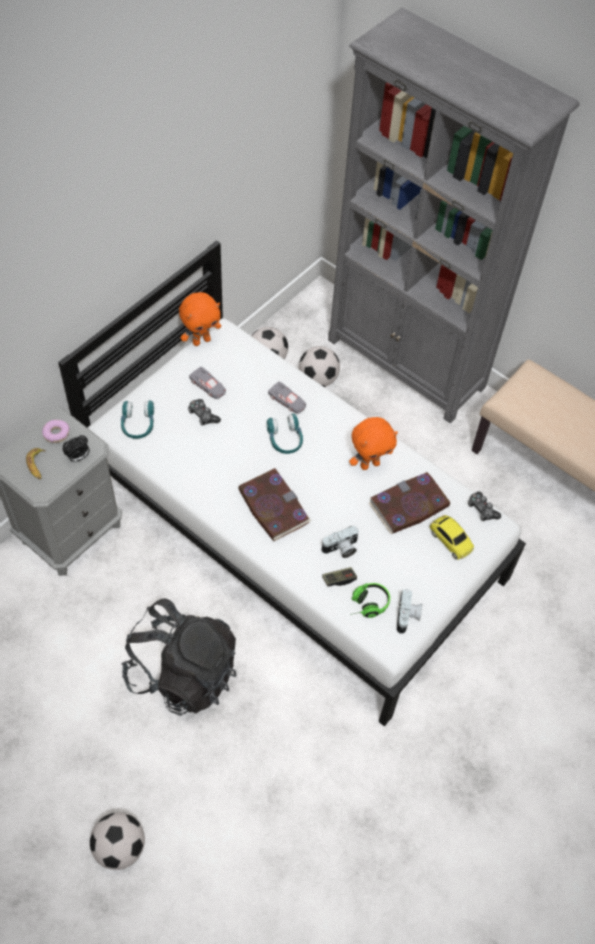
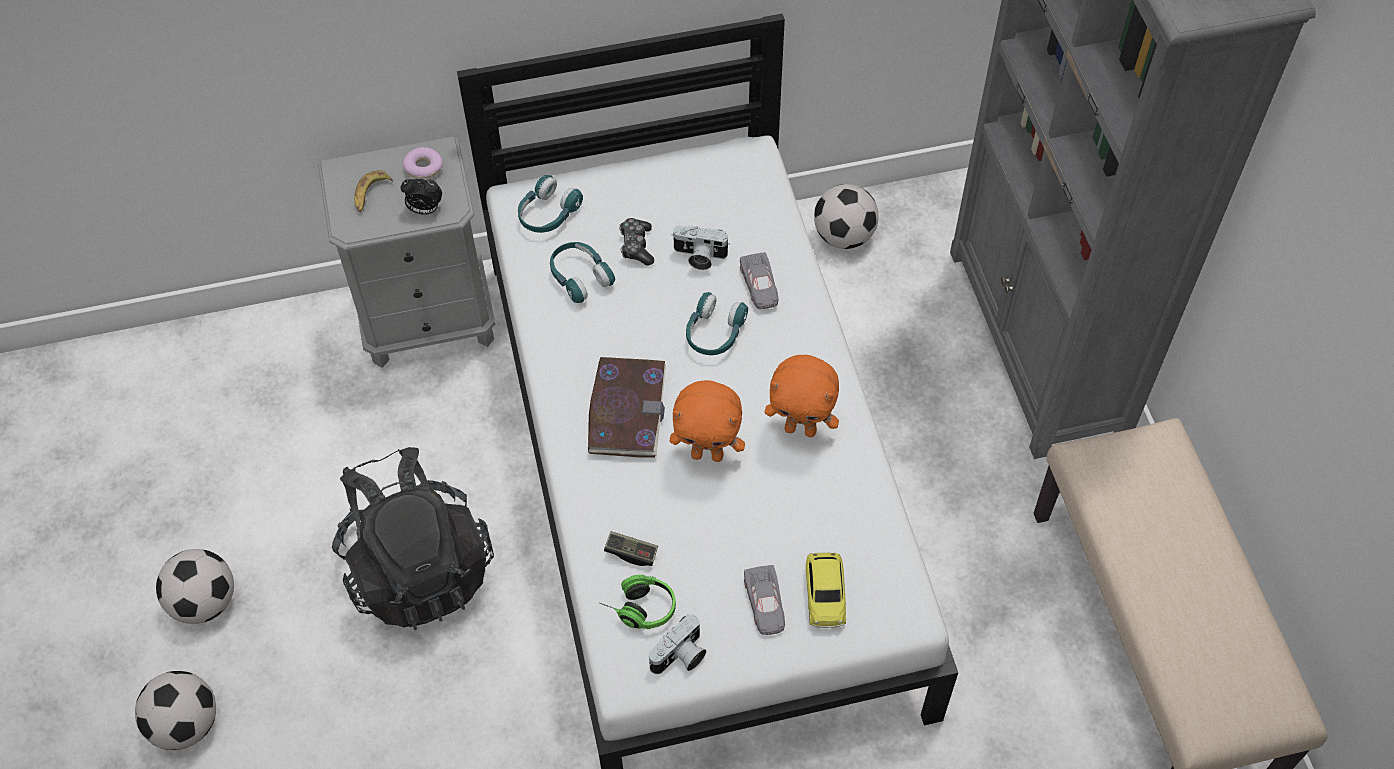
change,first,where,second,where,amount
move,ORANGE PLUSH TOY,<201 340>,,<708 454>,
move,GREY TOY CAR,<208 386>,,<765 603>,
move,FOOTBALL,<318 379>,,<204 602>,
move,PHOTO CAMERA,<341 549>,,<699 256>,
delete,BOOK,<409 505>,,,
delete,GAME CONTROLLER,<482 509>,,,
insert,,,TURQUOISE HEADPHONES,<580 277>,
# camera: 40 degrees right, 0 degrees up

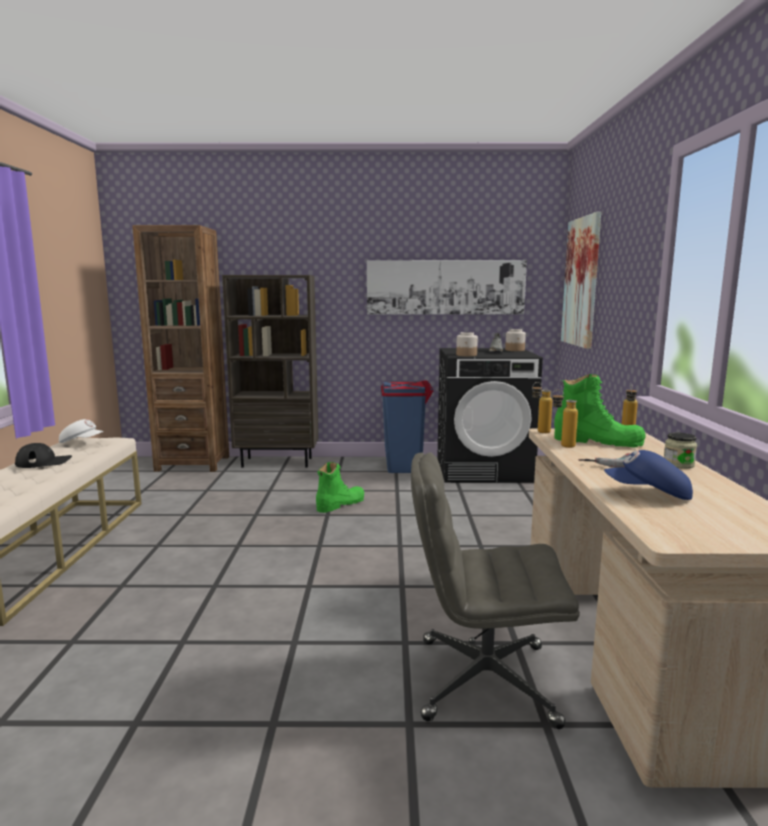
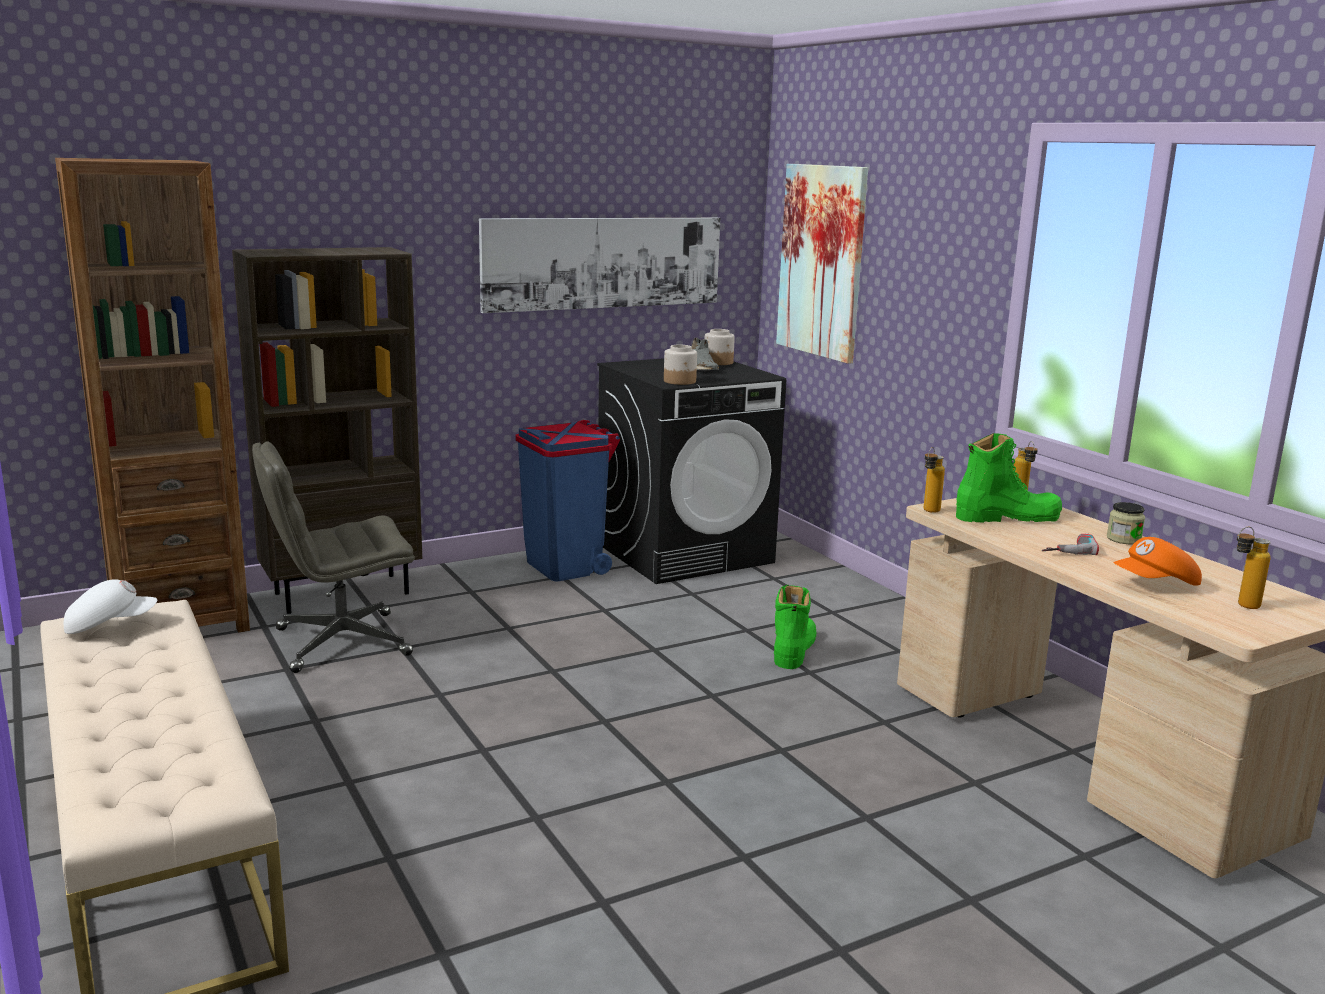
change,first,where,second,where,amount
delete,BLACK CAP,<44 462>,,,
move,GREEN BOOT,<340 504>,,<794 650>,
move,GREY OFFICE CHAIR,<483 681>,,<341 643>,
move,BOTTLE,<562 445>,,<1241 606>,
recolor,BLUE CAP,<648 494>,ORANGE CAP,<1156 585>,
# camera: 30 degrees left, 5 degrees up

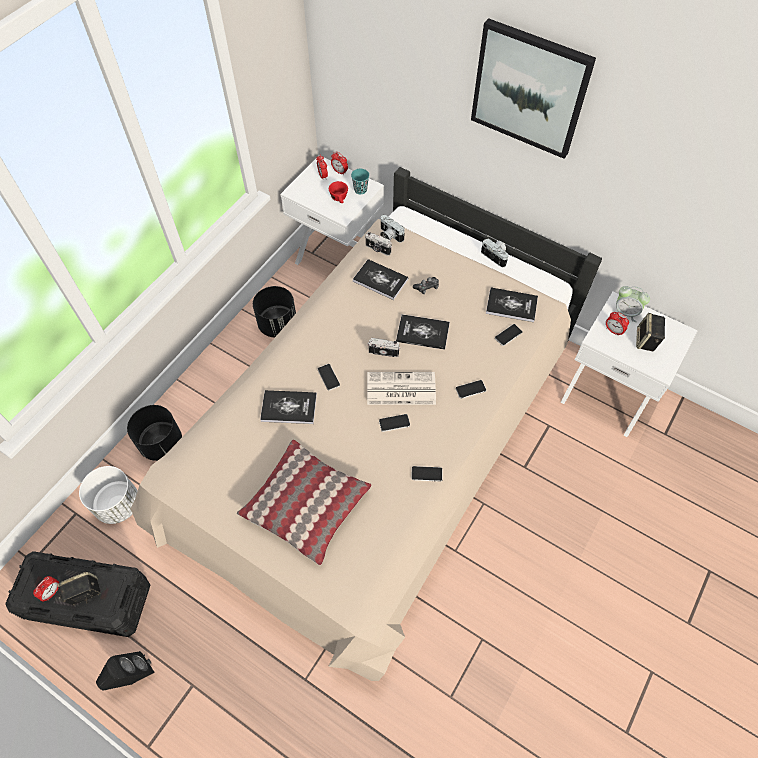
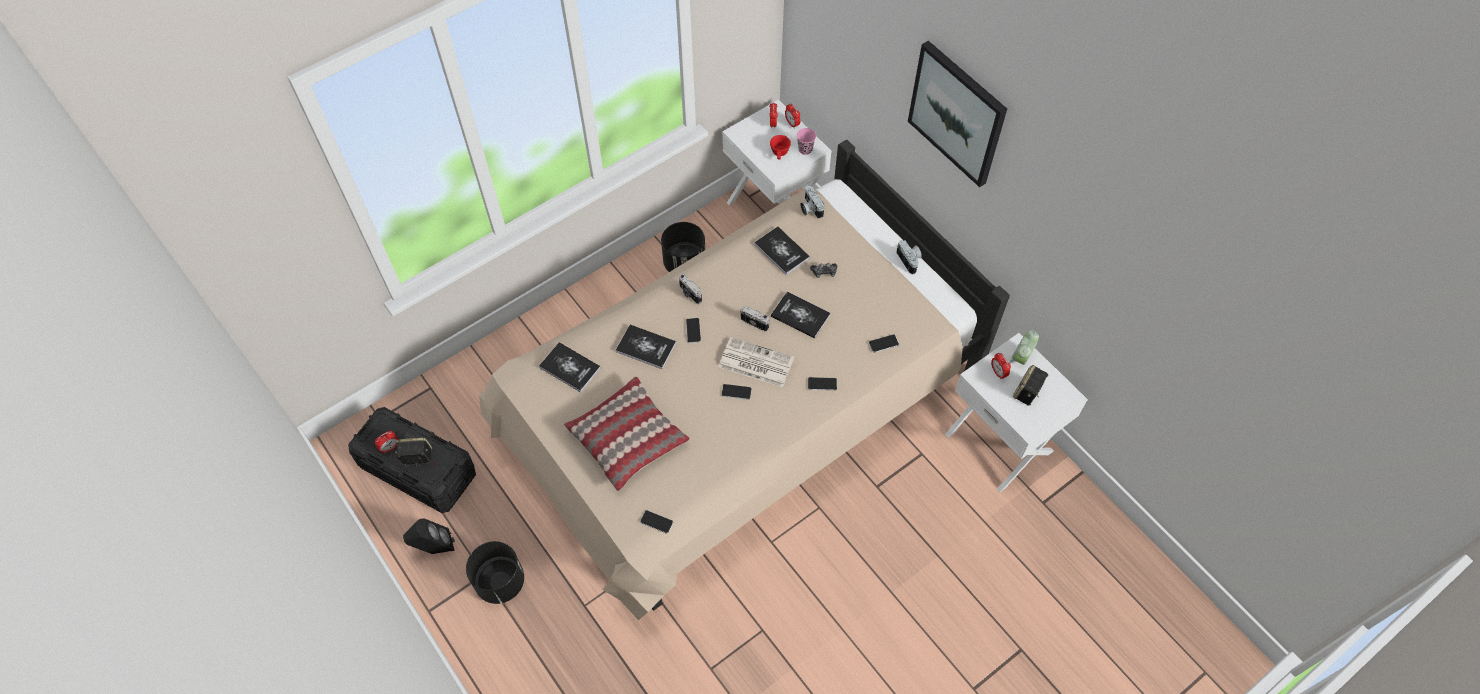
change,first,where,second,where,amount
delete,WHITE PLANTER,<118 504>,,,
move,BLACK PLANTER,<161 443>,,<500 582>,
recolor,TURQUOISE CUP,<360 190>,PINK CUP,<805 149>,
move,PHOTO CAMERA,<377 249>,,<689 294>,
move,PHONE,<426 474>,,<656 522>,
move,BOOK,<511 305>,,<570 367>,
rotate,ALARM CLOCK,<625 312>,,<1020 358>,75 degrees clockwise
# camera: 20 degrees right, 0 degrees up

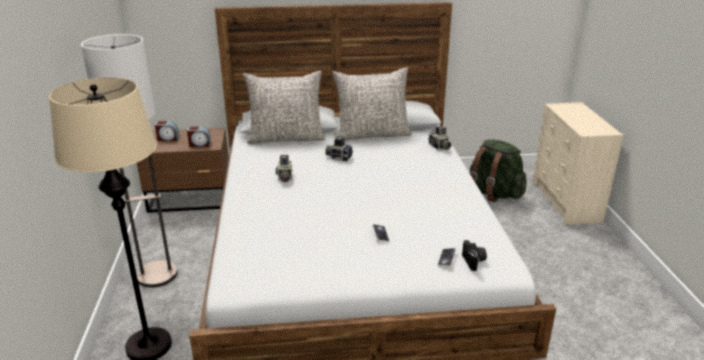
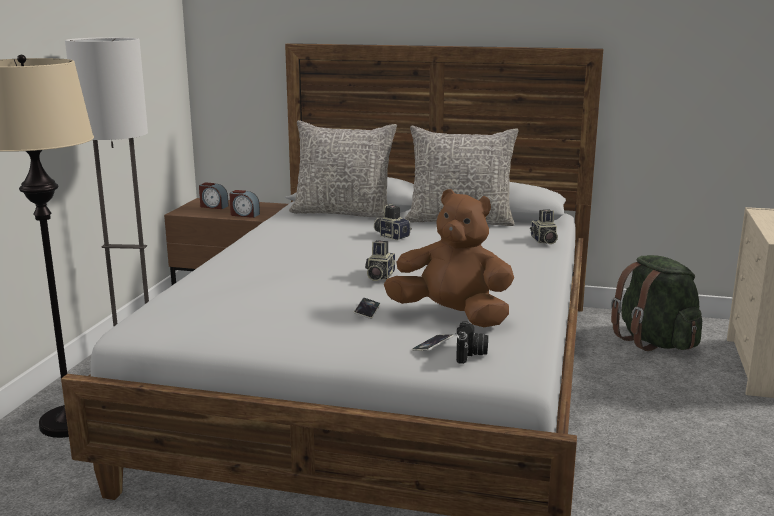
change,first,where,second,where,amount
move,PHOTO CAMERA,<284 177>,,<379 276>,
insert,,,BROWN PLUSH TOY,<452 316>,
# camera: 20 degrees right, 10 degrees down

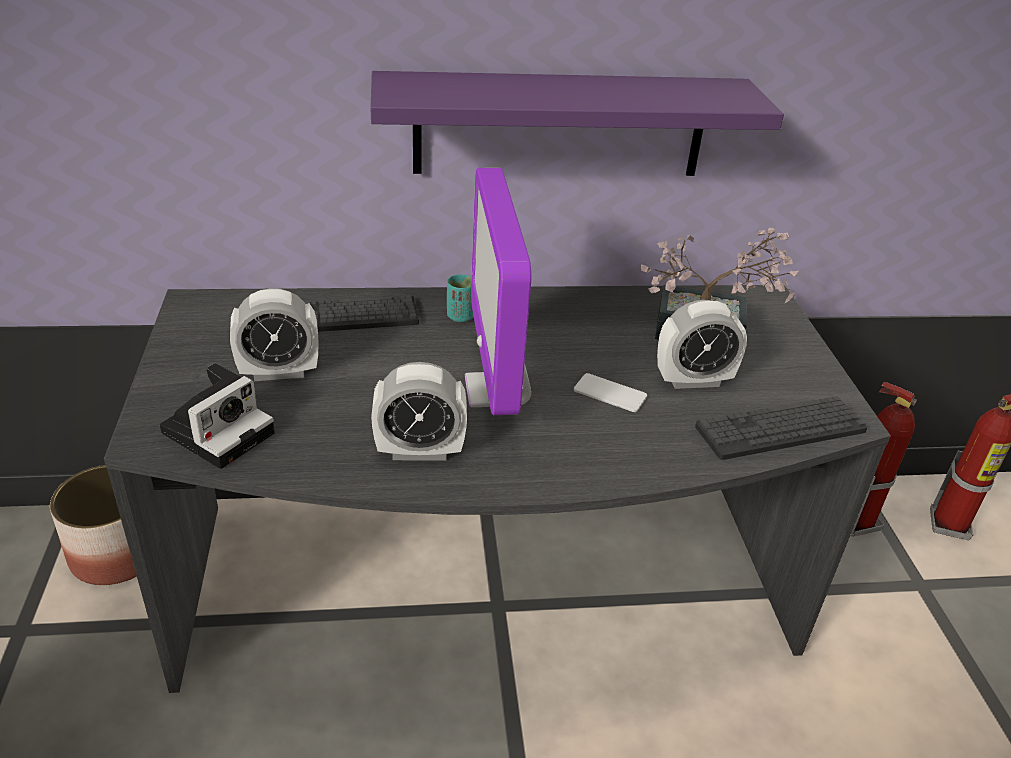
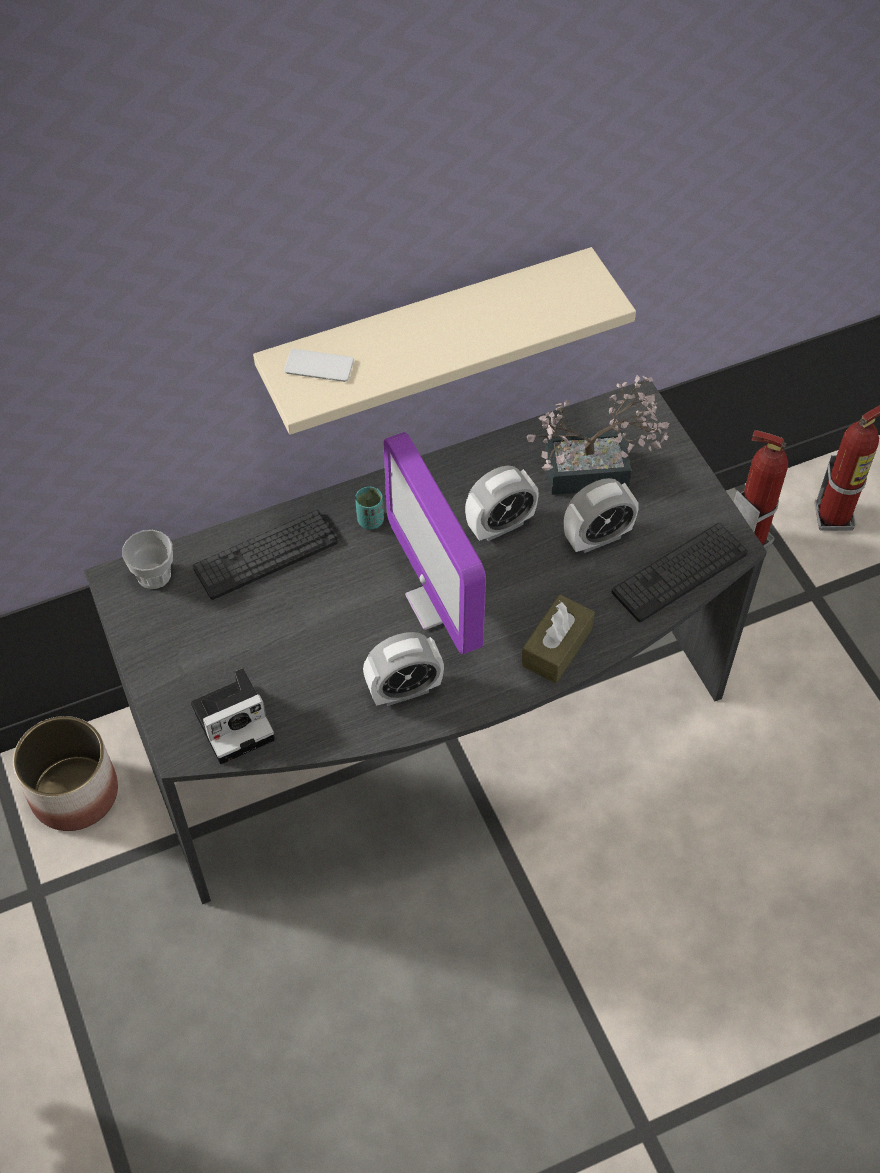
change,first,where,second,where,amount
rotate,PHOTO CAMERA,<220 430>,,<236 720>,45 degrees clockwise
move,ALARM CLOCK,<279 372>,,<500 525>,
recolor,PURPLE SHELF,<560 125>,BEIGE SHELF,<427 333>,
move,PHONE,<610 394>,,<319 366>,
insert,,,CUP,<154 575>,
insert,,,BROWN TISSUE BOX,<556 647>,
# camera: 15 degrees left, 20 degrees up

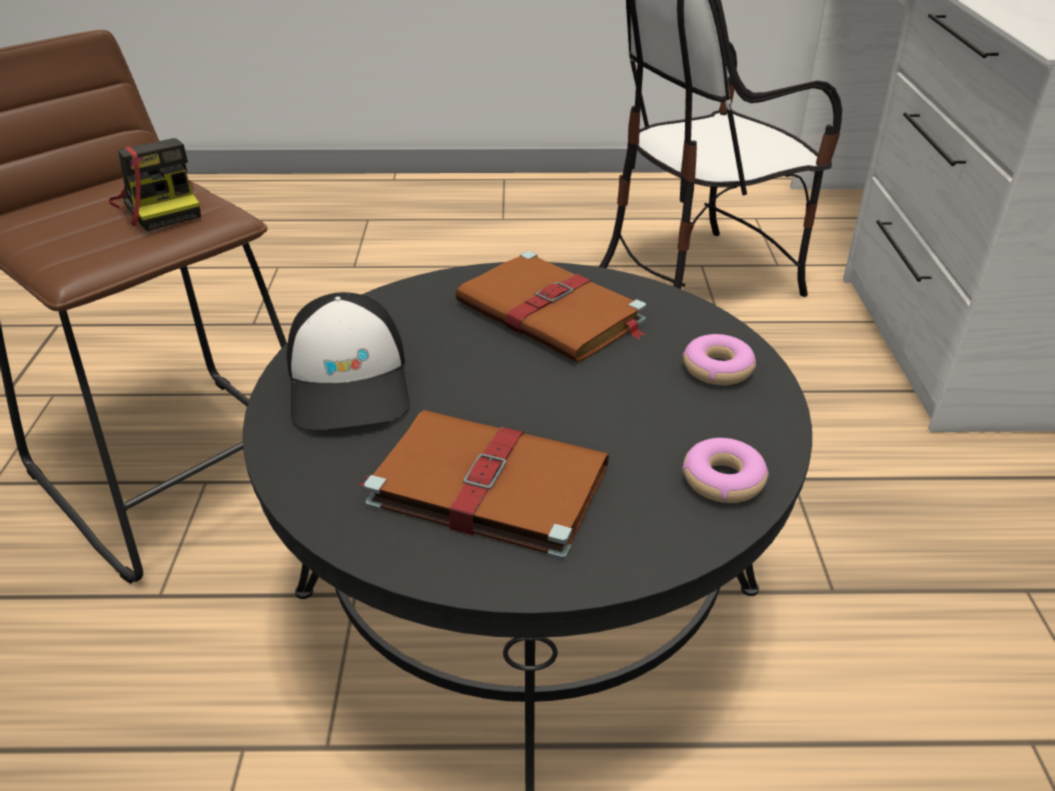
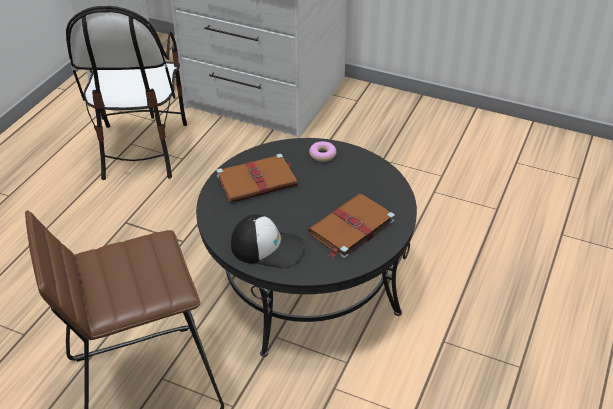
change,first,where,second,where,amount
delete,PHOTO CAMERA,<160 206>,,,
delete,DONUT,<723 479>,,,
# camera: 65 degrees left, 5 degrees up

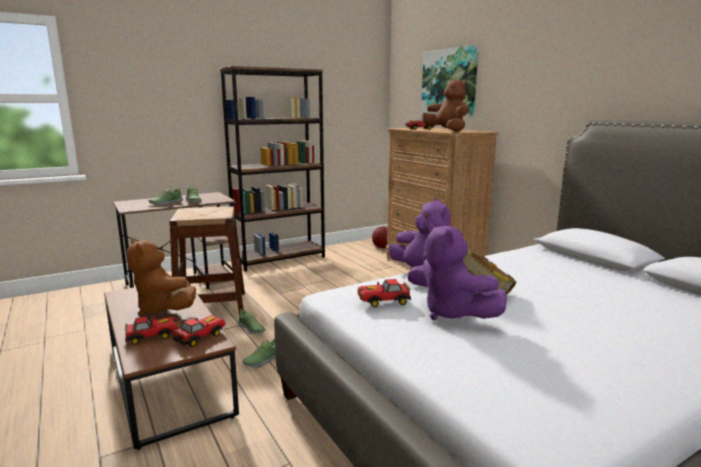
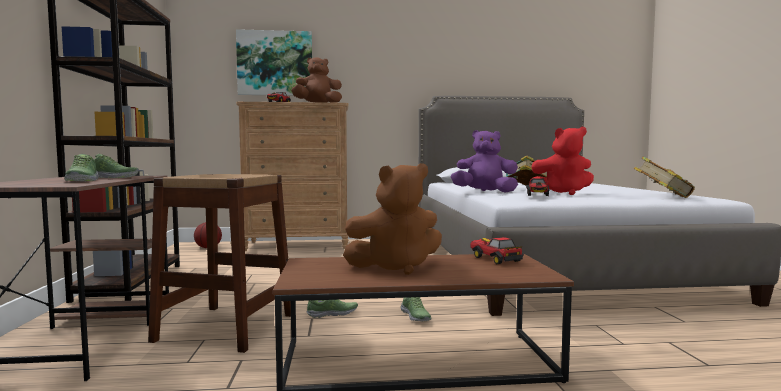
change,first,where,second,where,amount
delete,TOY CAR,<152 336>,,,
recolor,PURPLE PLUSH TOY,<453 313>,RED PLUSH TOY,<562 193>,
insert,,,BOOK,<662 197>,
# camera: 65 degrees left, 10 degrees down

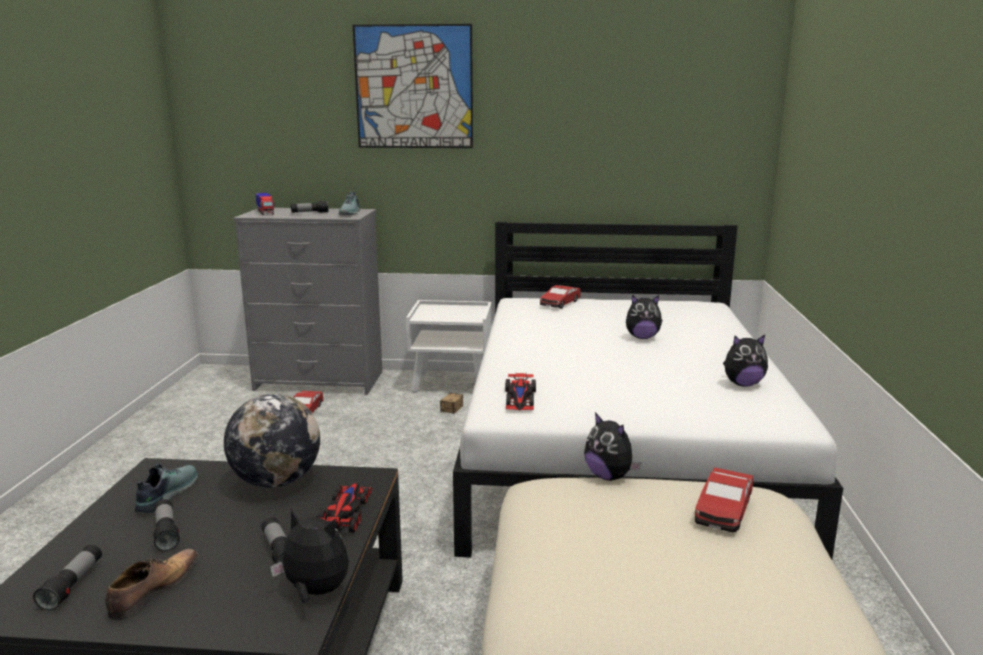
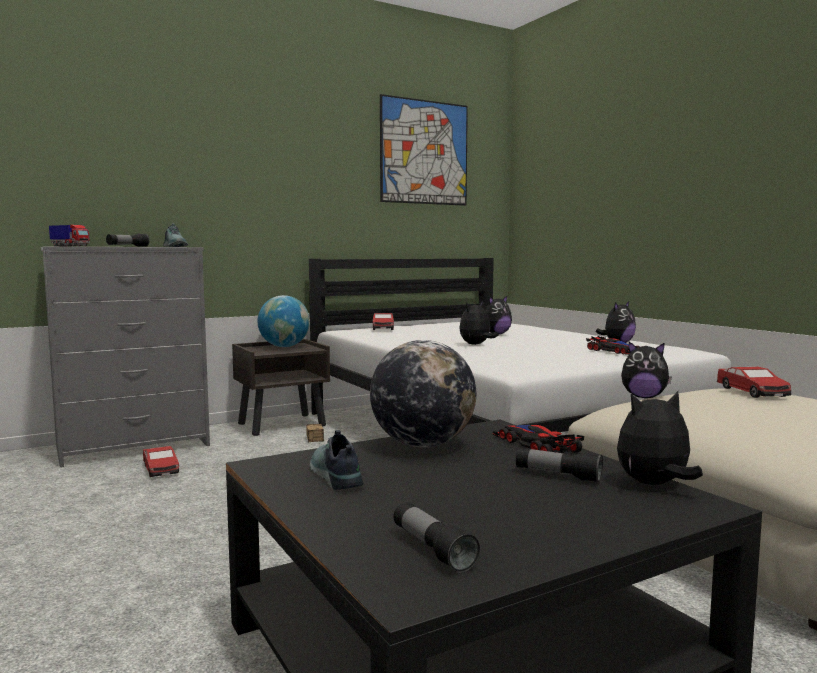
change,first,where,second,where,amount
delete,SHOE,<153 591>,,,
delete,FLASHLIGHT,<166 533>,,,
move,PICTURE,<414 87>,,<424 152>,
recolor,WHITE NIGHTSTAND,<452 384>,BROWN NIGHTSTAND,<282 425>,
move,TOY CAR,<520 398>,,<615 351>,
insert,,,GLOBE,<284 347>,
insert,,,PLUSH TOY,<476 344>,
# camera: 35 degrees left, 10 degrees down

